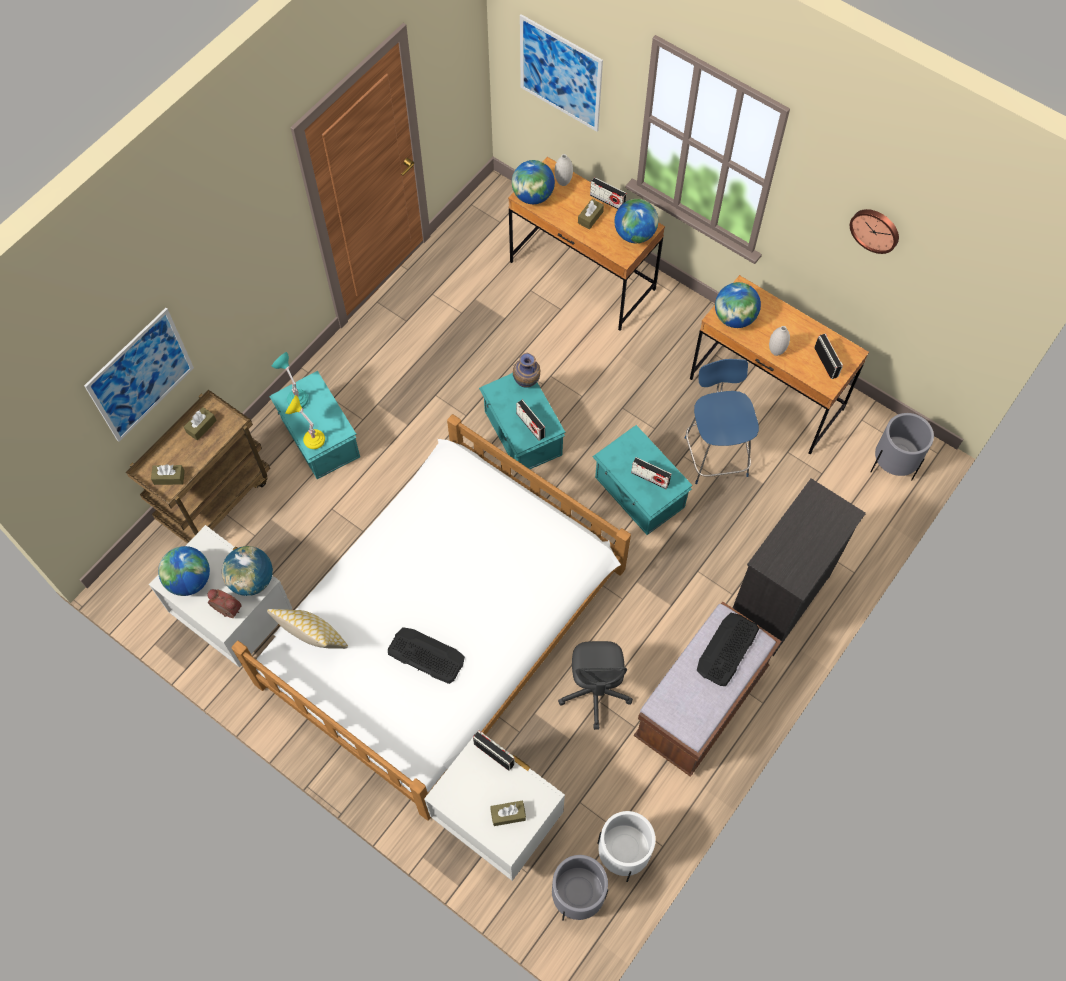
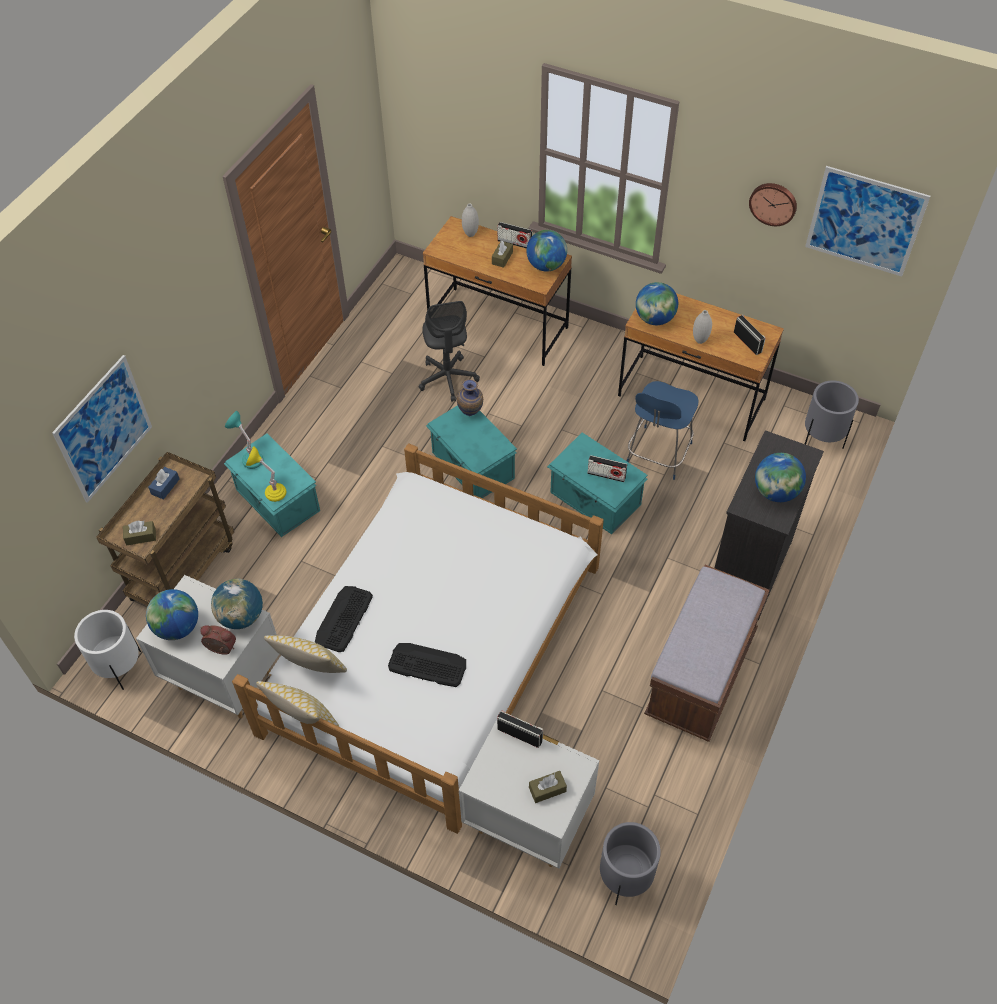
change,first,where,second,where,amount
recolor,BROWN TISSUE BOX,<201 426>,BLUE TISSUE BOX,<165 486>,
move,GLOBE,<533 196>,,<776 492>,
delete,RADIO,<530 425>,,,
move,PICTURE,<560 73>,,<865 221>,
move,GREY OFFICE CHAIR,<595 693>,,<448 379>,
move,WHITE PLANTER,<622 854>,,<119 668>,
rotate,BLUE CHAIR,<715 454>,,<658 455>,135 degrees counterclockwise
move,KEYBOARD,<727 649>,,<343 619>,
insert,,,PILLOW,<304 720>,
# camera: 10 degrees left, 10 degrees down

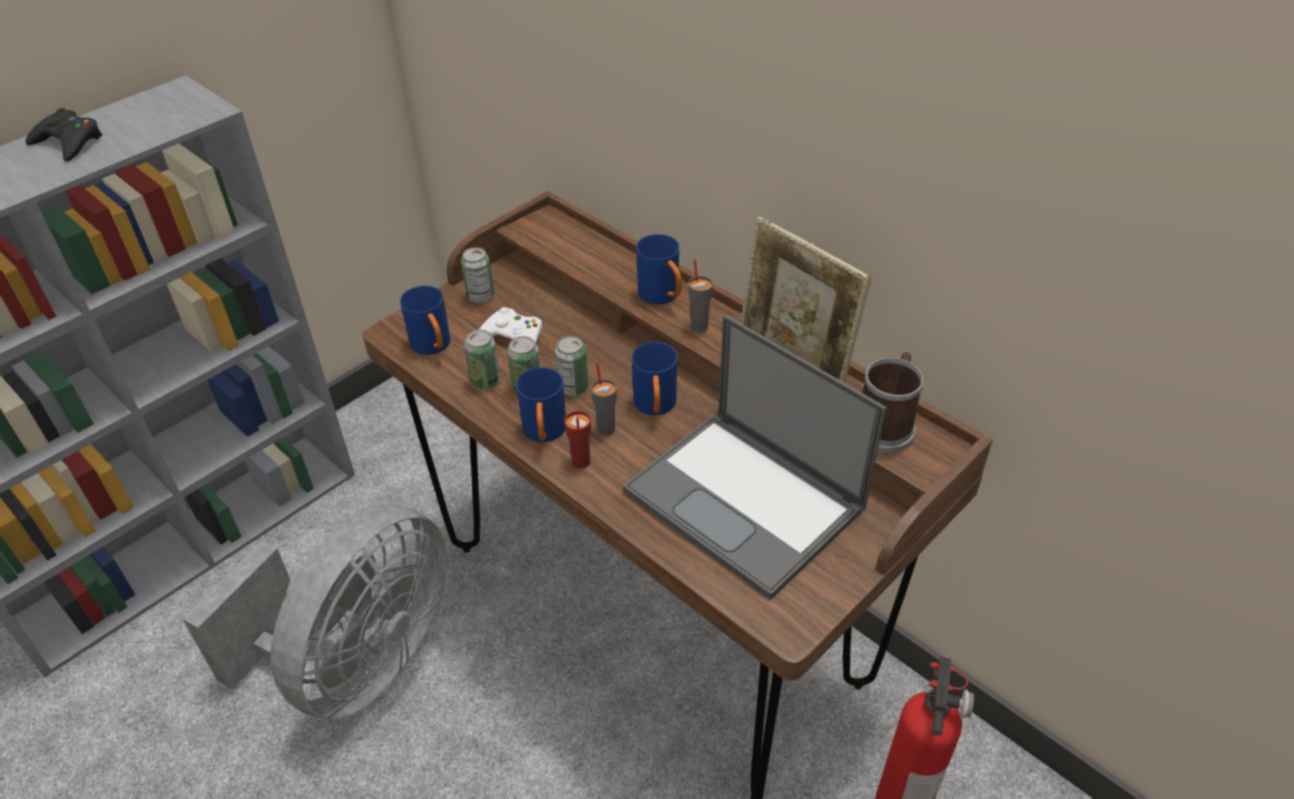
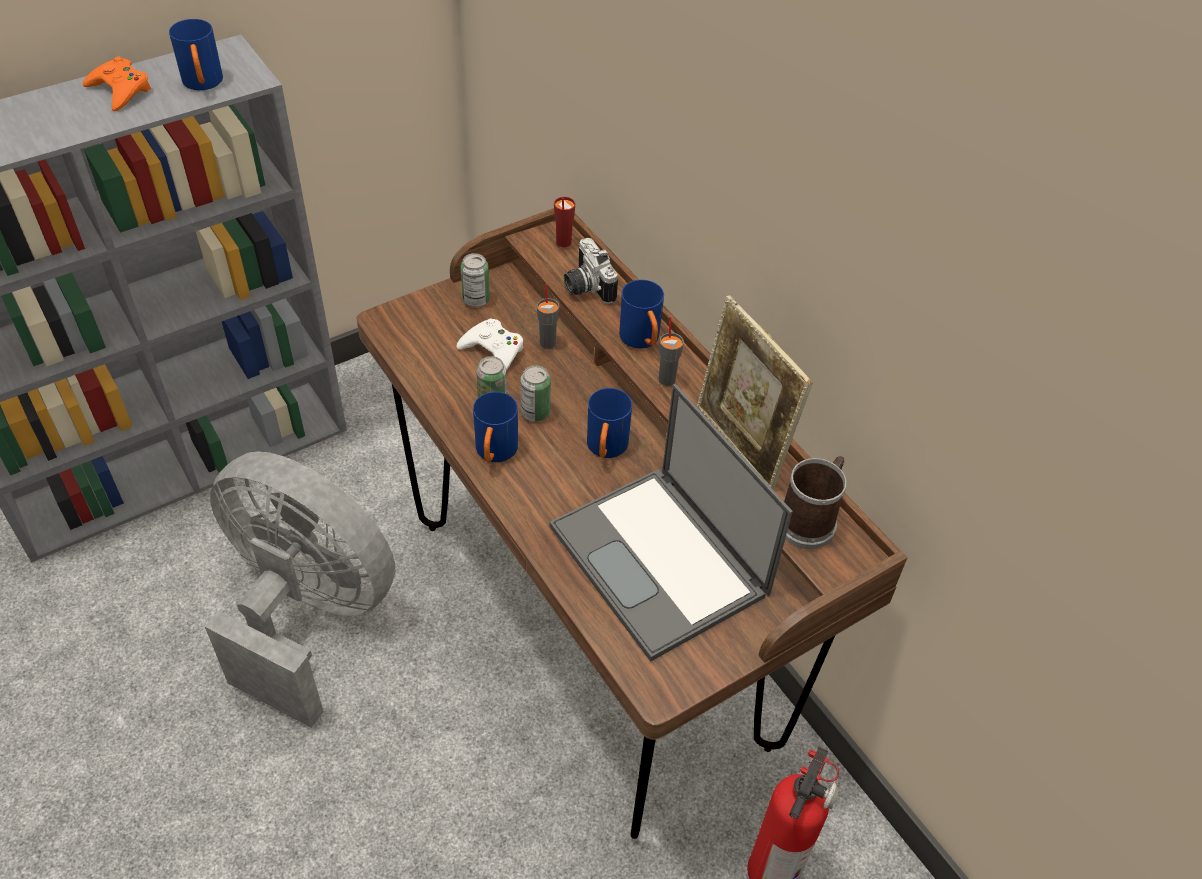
change,first,where,second,where,amount
recolor,BLACK GAME CONTROLLER,<68 142>,ORANGE GAME CONTROLLER,<120 90>,
rotate,GREY FAN,<359 663>,,<307 615>,105 degrees counterclockwise
move,BLUE MUG,<434 347>,,<203 85>,
delete,CAN,<485 381>,,,
move,RED CUP,<580 462>,,<563 242>,
move,GREY CUP,<606 428>,,<548 342>,
insert,,,PHOTO CAMERA,<585 286>,
# camera: 10 degrees right, 5 degrees up

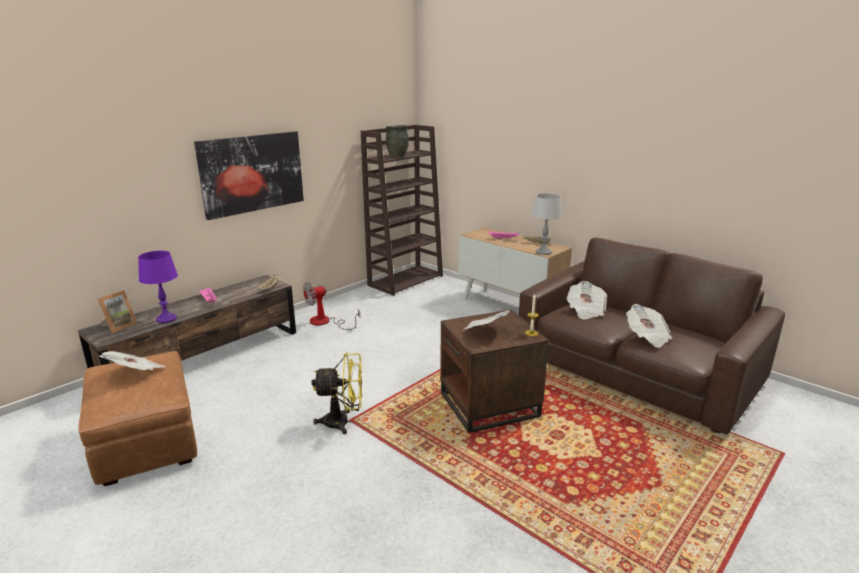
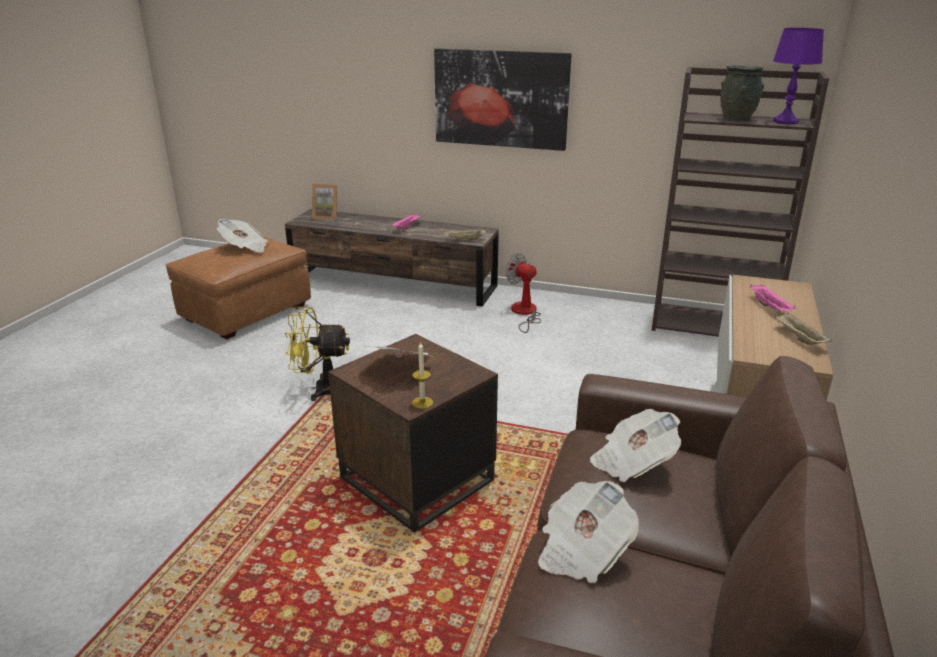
change,first,where,second,where,amount
move,PURPLE TABLE LAMP,<167 319>,,<786 122>,
rotate,YELLOW FAN,<343 422>,,<321 388>,120 degrees clockwise
delete,GREY TABLE LAMP,<543 252>,,,
# camera: 65 degrees right, 5 degrees up

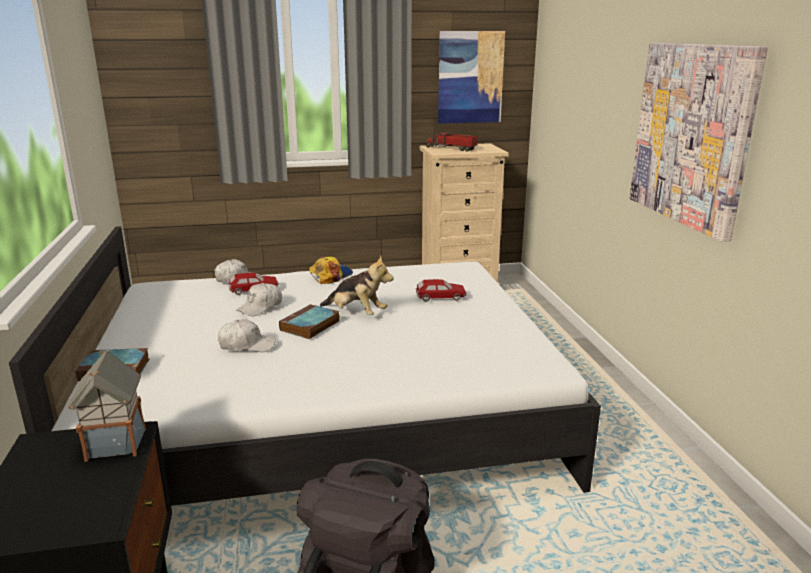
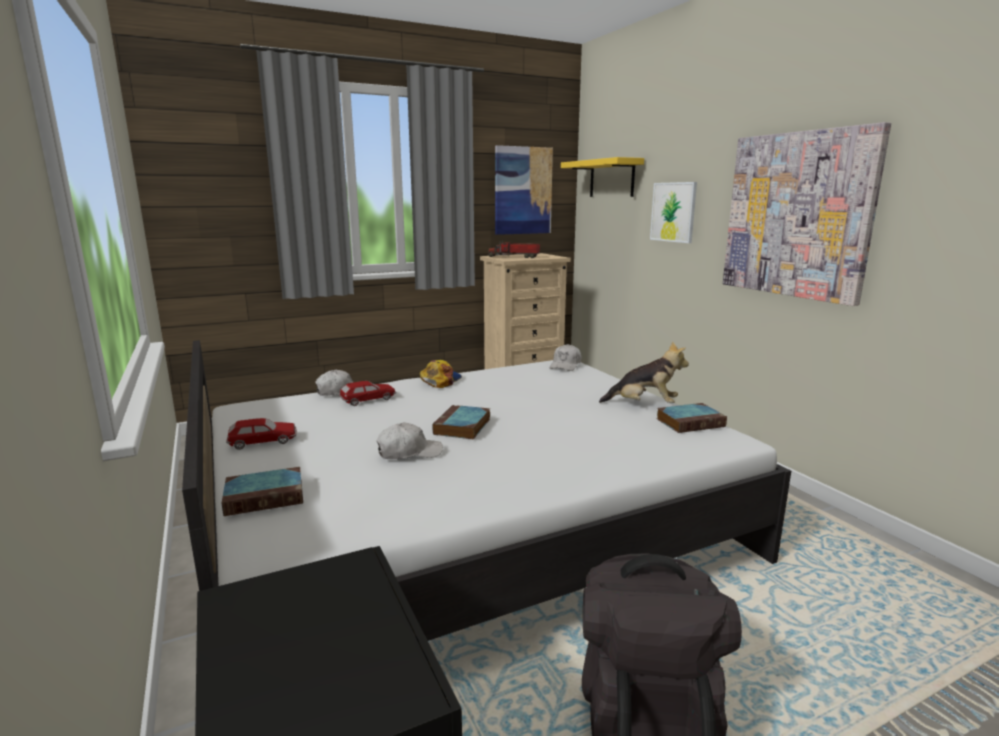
change,first,where,second,where,amount
delete,TOY HOUSE,<116 443>,,,
move,WHITE CAP,<260 307>,,<565 365>,
move,PLUSH TOY,<356 313>,,<644 405>,
move,TOY CAR,<440 297>,,<263 441>,
insert,,,YELLOW SHELF,<612 178>,
insert,,,PICTURE,<673 212>,
insert,,,BOOK,<691 422>,
# camera: 15 degrees left, 5 degrees down

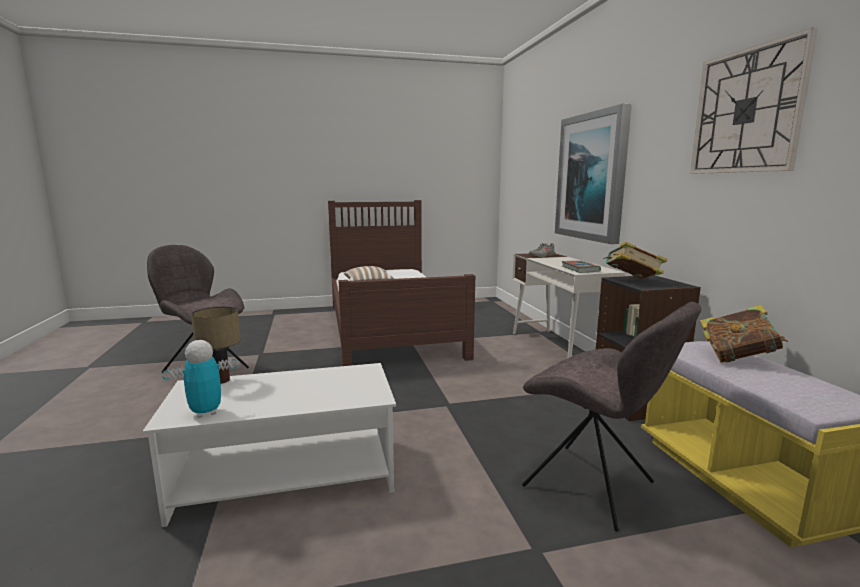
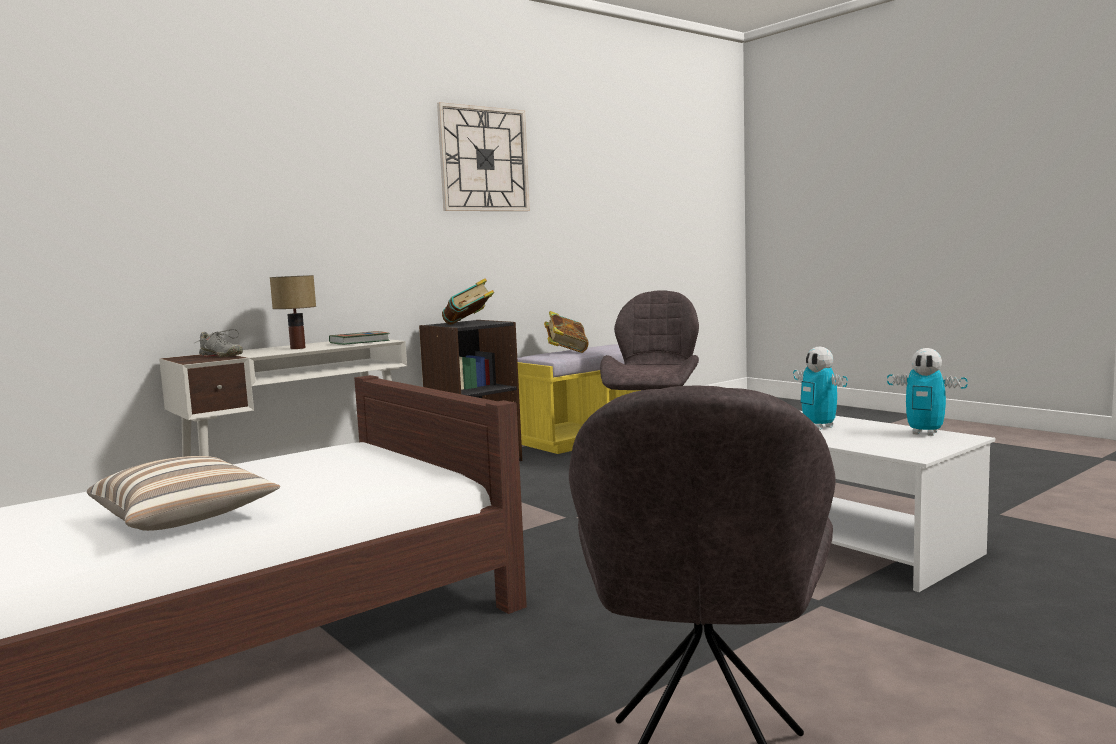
change,first,where,second,where,amount
move,TABLE LAMP,<222 380>,,<297 348>,
delete,PICTURE,<592 177>,,,
insert,,,TOY ROBOT,<819 427>,
# camera: 115 degrees left, 5 degrees down

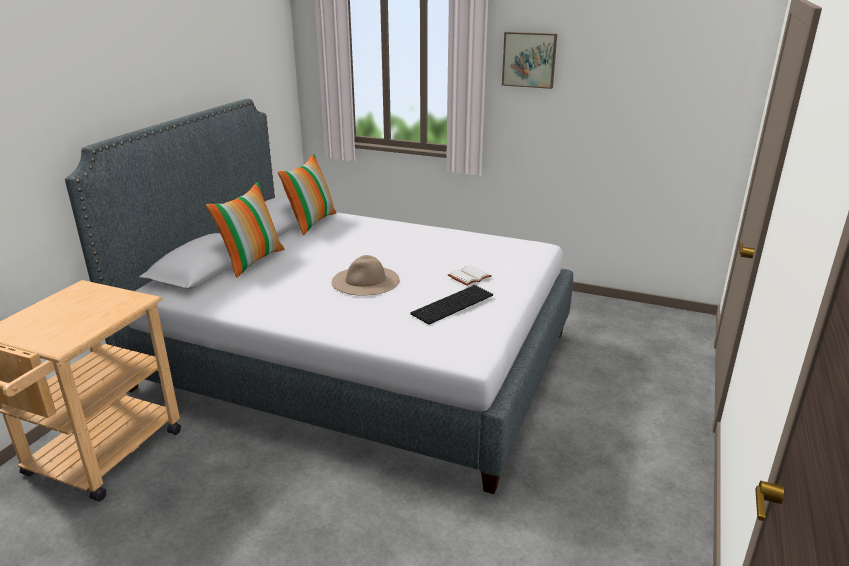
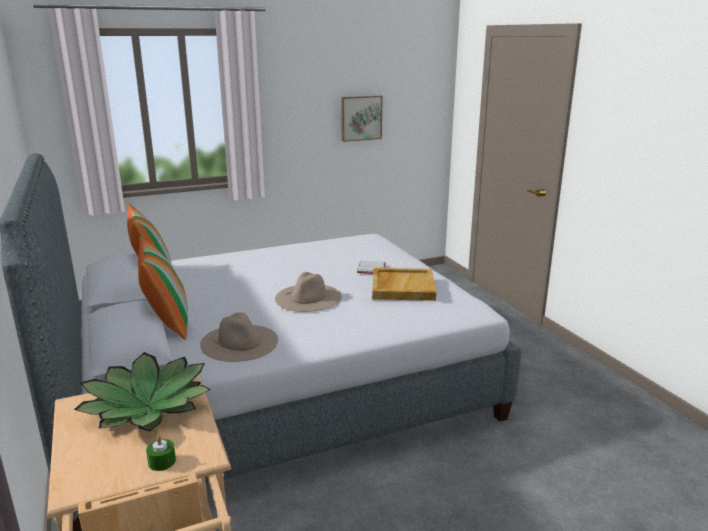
change,first,where,second,where,amount
replace,KEYBOARD,<452 303>,BEIGE TRAY,<402 287>,
move,PICTURE,<529 59>,,<360 118>,
insert,,,POTTED PLANT,<147 406>,
insert,,,GREEN CANDLE,<162 461>,
insert,,,BEIGE HAT,<239 342>,
# camera: 45 degrees left, 5 degrees down

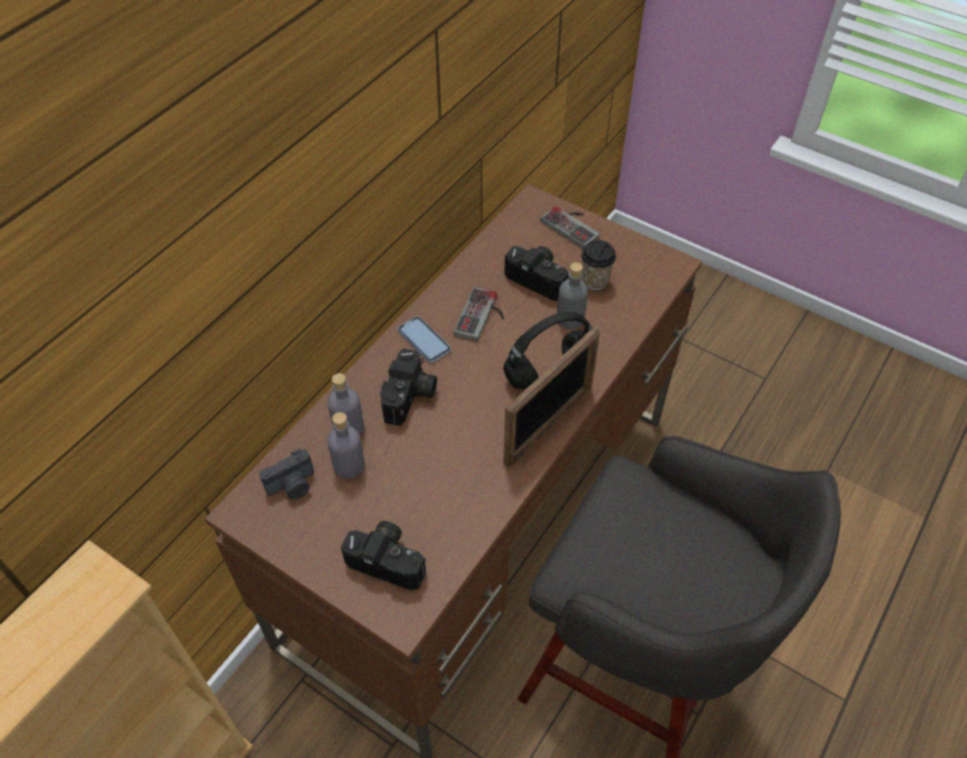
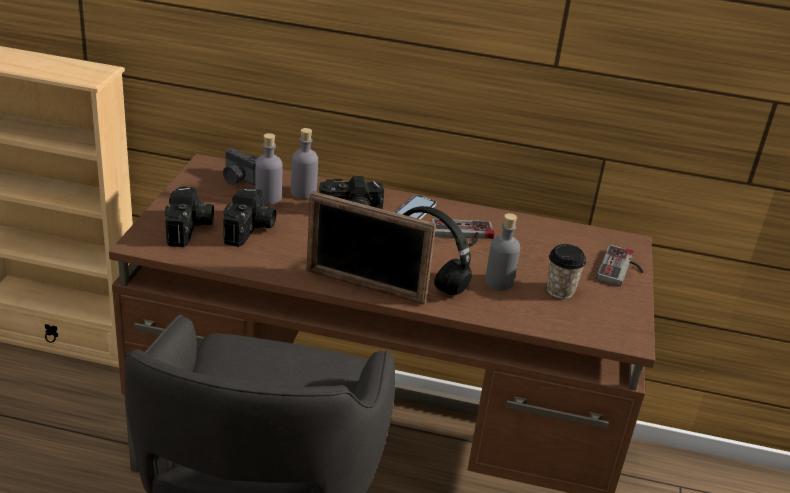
change,first,where,second,where,amount
move,PHOTO CAMERA,<539 278>,,<250 230>,
# camera: 65 degrees right, 20 degrees down

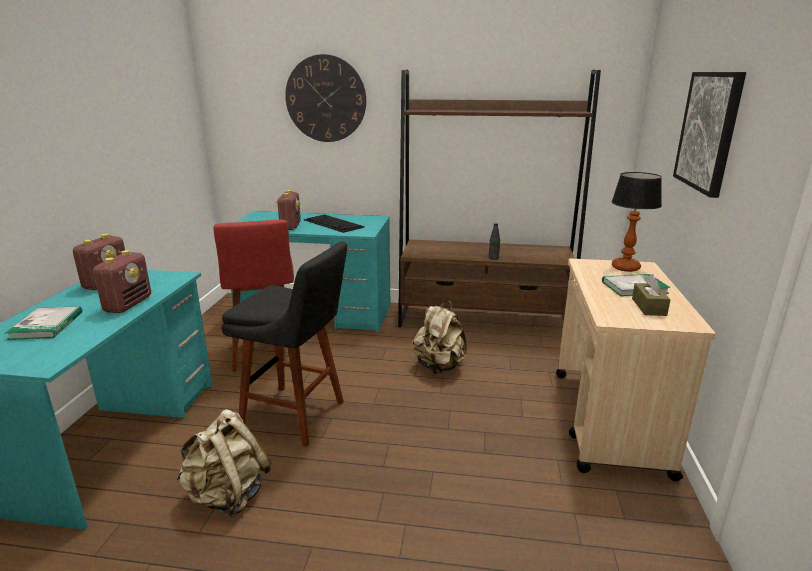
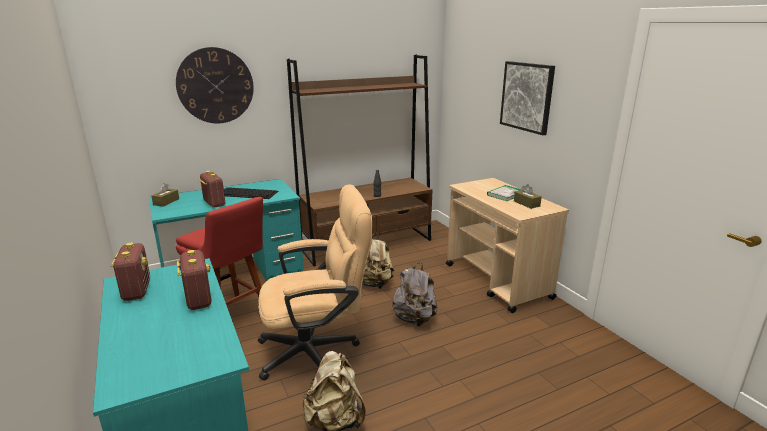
change,first,where,second,where,amount
delete,BOOK,<46 325>,,,
replace,BLACK STOOL,<298 416>,BEIGE OFFICE CHAIR,<317 351>,
delete,TABLE LAMP,<625 267>,,,
insert,,,BROWN TISSUE BOX,<166 202>,
insert,,,GREY BACKPACK,<414 319>,
# camera: 35 degrees left, 0 degrees up

